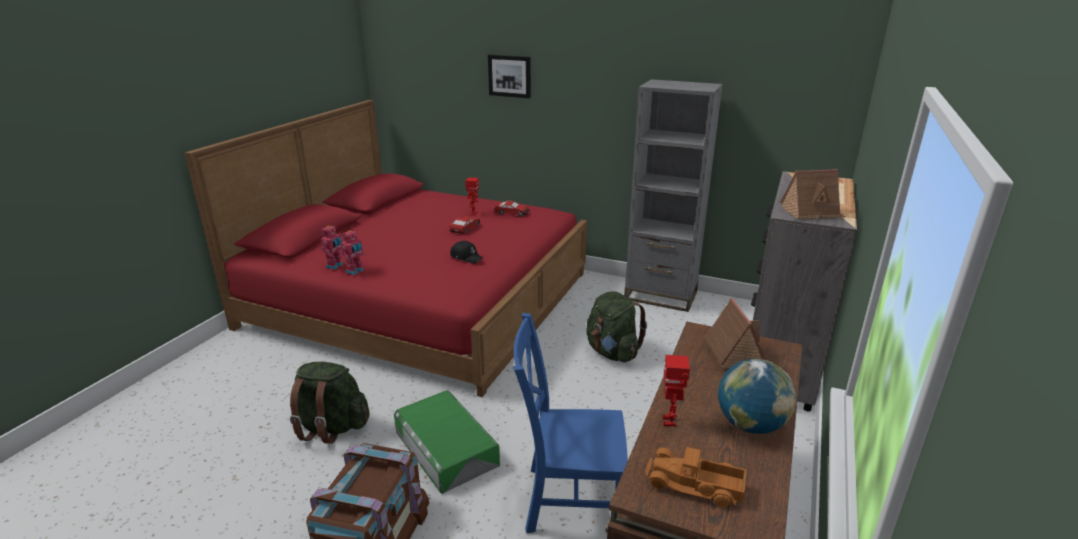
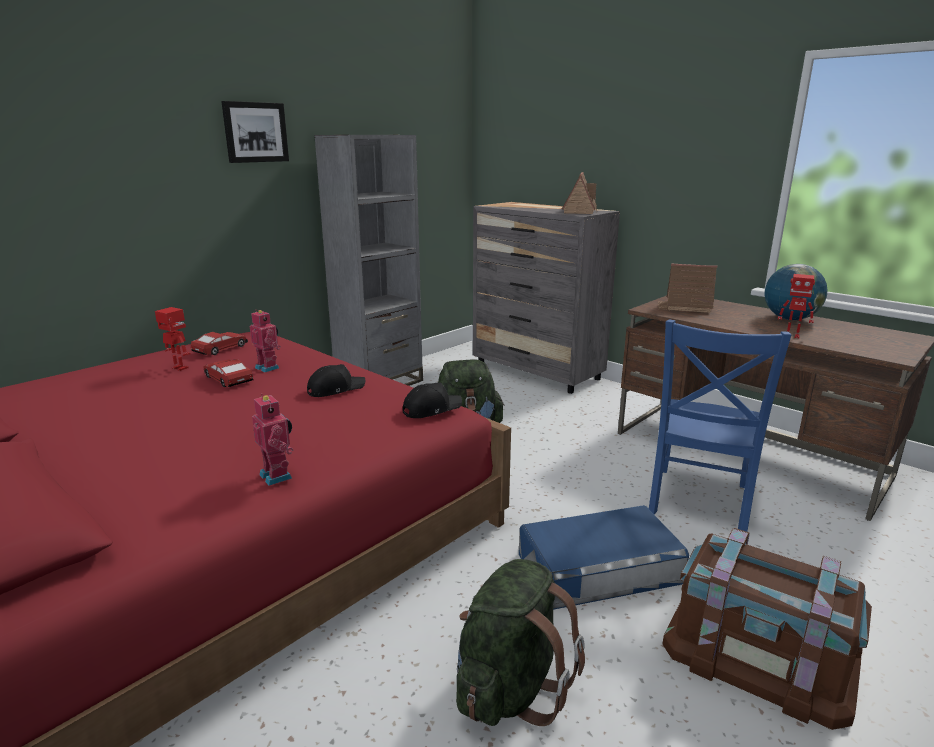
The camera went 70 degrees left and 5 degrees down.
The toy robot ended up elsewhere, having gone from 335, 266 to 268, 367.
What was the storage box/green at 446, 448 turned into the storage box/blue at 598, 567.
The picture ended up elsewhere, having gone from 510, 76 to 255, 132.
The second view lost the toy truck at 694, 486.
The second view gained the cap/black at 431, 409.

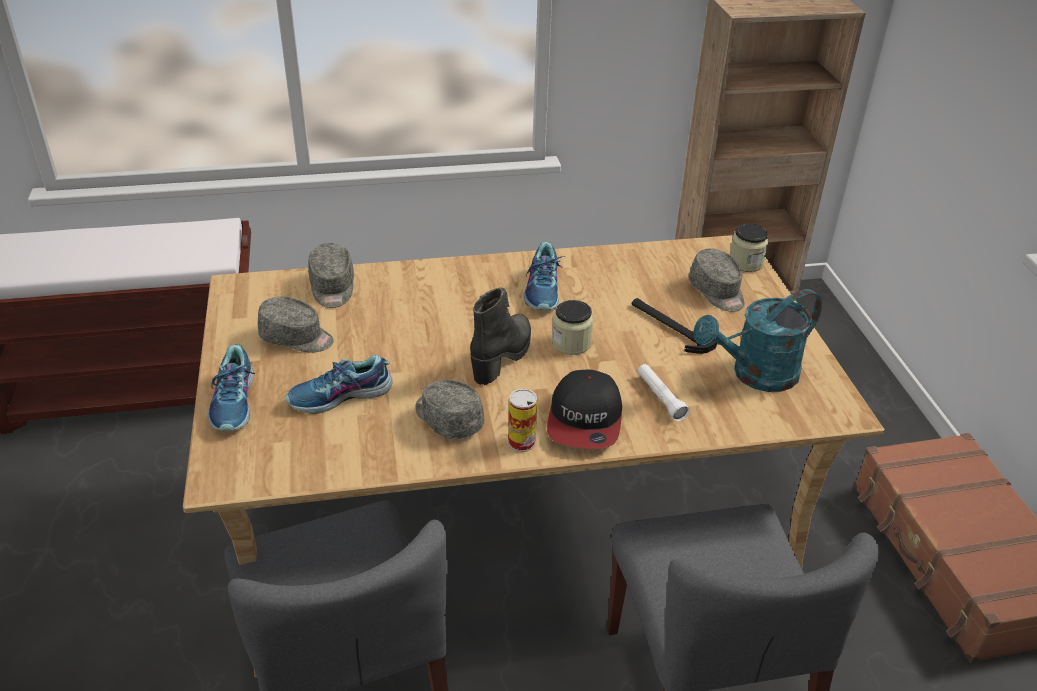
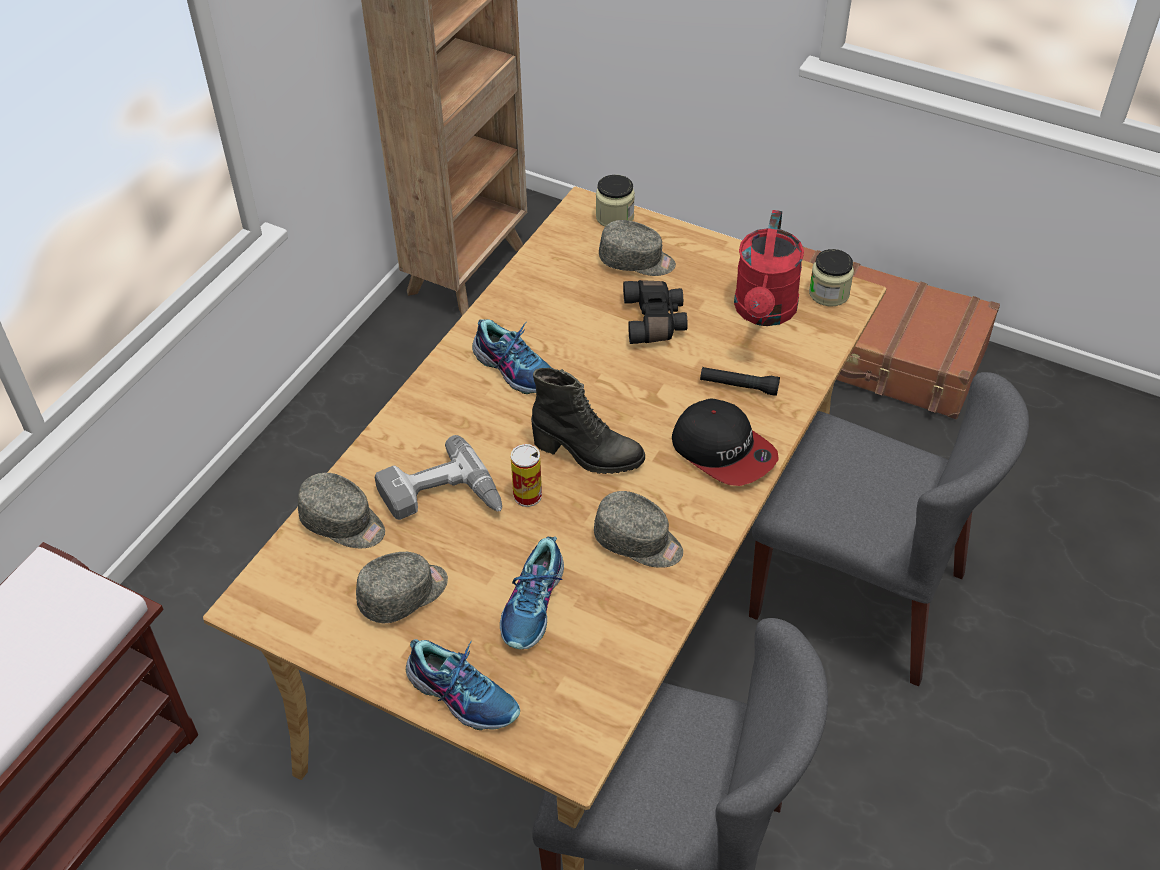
The camera went 50 degrees left and 10 degrees up.
The cap/grey at 447, 419 ended up facing another way, 150 degrees counterclockwise from before.
The boot/black at 503, 356 ended up facing another way, 135 degrees clockwise from before.
The can ended up elsewhere, having gone from 521, 442 to 527, 495.
The jar ended up elsewhere, having gone from 571, 343 to 829, 293.
Where the hammer stood at 671, 327, the binoculars/black came to stand at 655, 321.
What was the flashlight/white at 660, 397 turned into the flashlight/black at 738, 386.
What was the watering can/turquoise at 755, 375 turned into the watering can/red at 764, 313.
The second view gained the power drill at 441, 499.

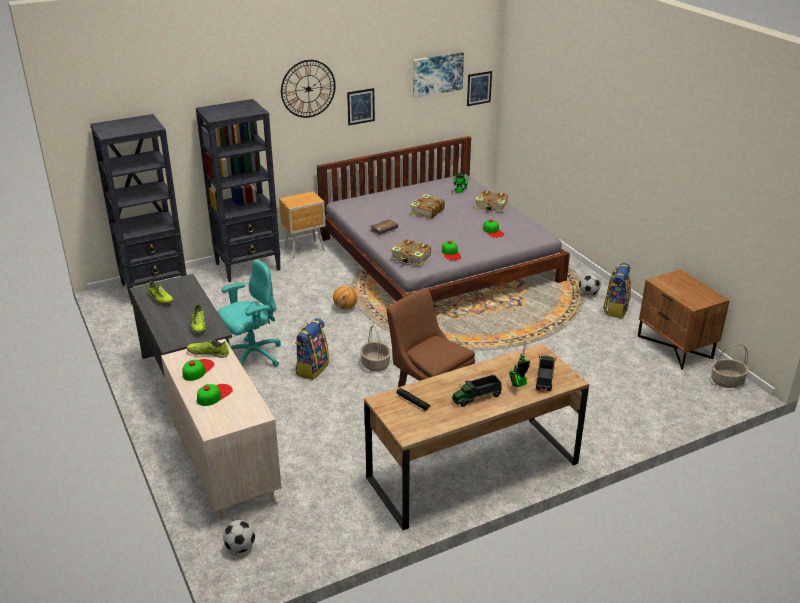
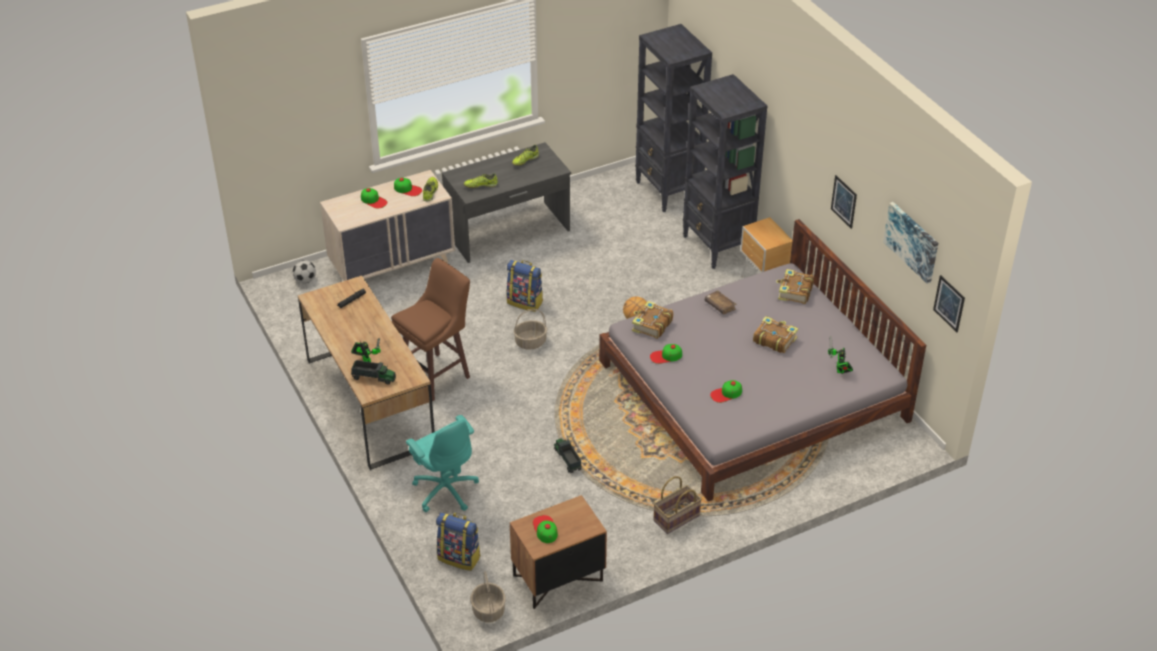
The camera went 90 degrees right and 10 degrees up.
The office chair/turquoise ended up elsewhere, having gone from 252, 356 to 445, 490.
The second view lost the wall clock at 308, 89.
The toy truck ended up elsewhere, having gone from 476, 397 to 567, 459.
The book ended up elsewhere, having gone from 491, 206 to 794, 292.
Where the football stood at 588, 294, the basket came to stand at 676, 518.
The backpack ended up elsewhere, having gone from 615, 309 to 460, 557.
The second view gained the cap at 545, 529.

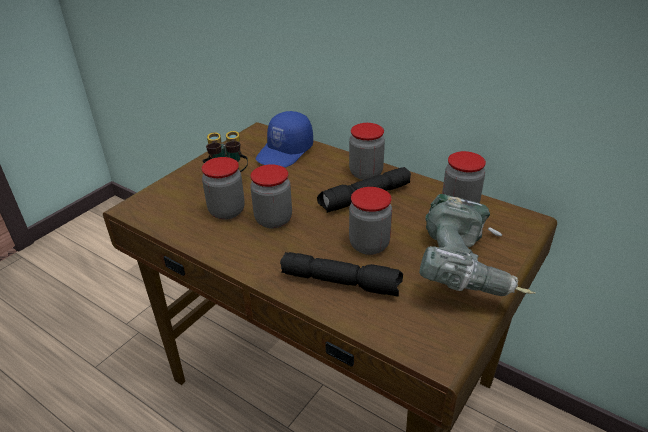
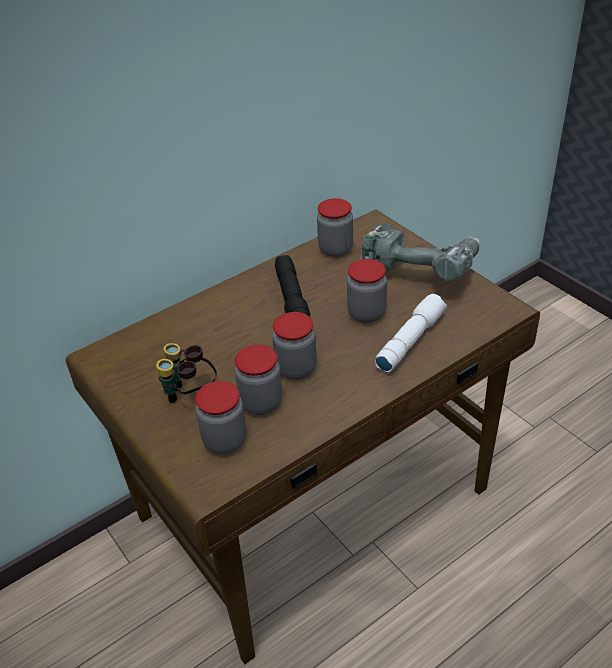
The camera went 70 degrees left and 5 degrees up.
The second view lost the cap/blue at 285, 152.
What was the flashlight/black at 342, 282 turned into the flashlight/white at 410, 340.
The jar ended up elsewhere, having gone from 366, 173 to 225, 441.

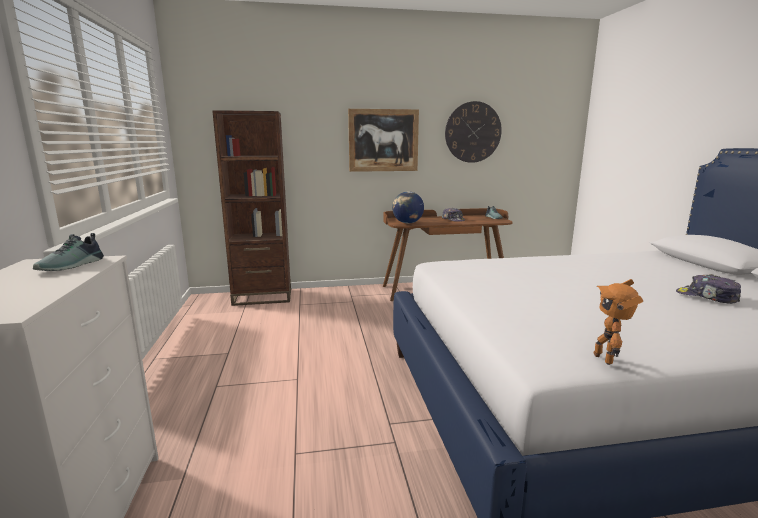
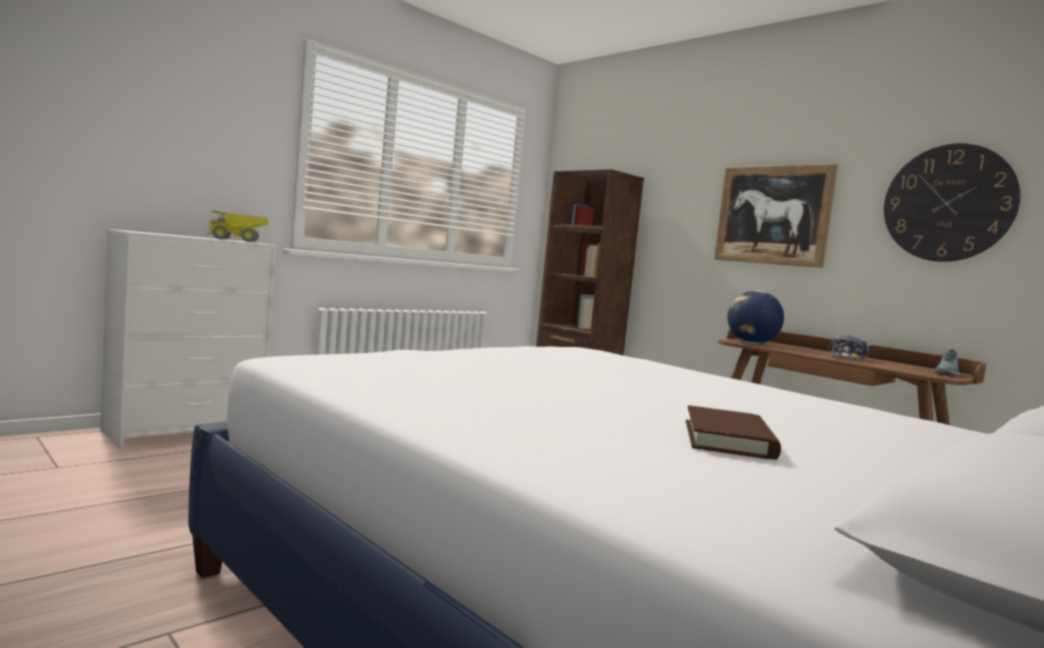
The camera went 55 degrees right and 10 degrees down.
Where the shoe stood at 73, 265, the toy truck came to stand at 239, 240.
The second view lost the toy robot at 606, 359.
Where the cap stood at 706, 297, the book/brown came to stand at 728, 439.

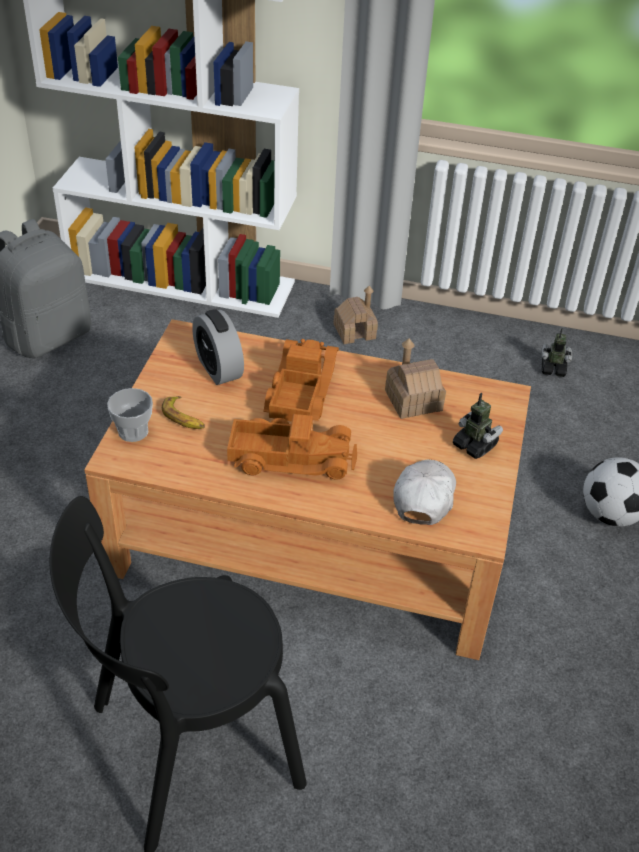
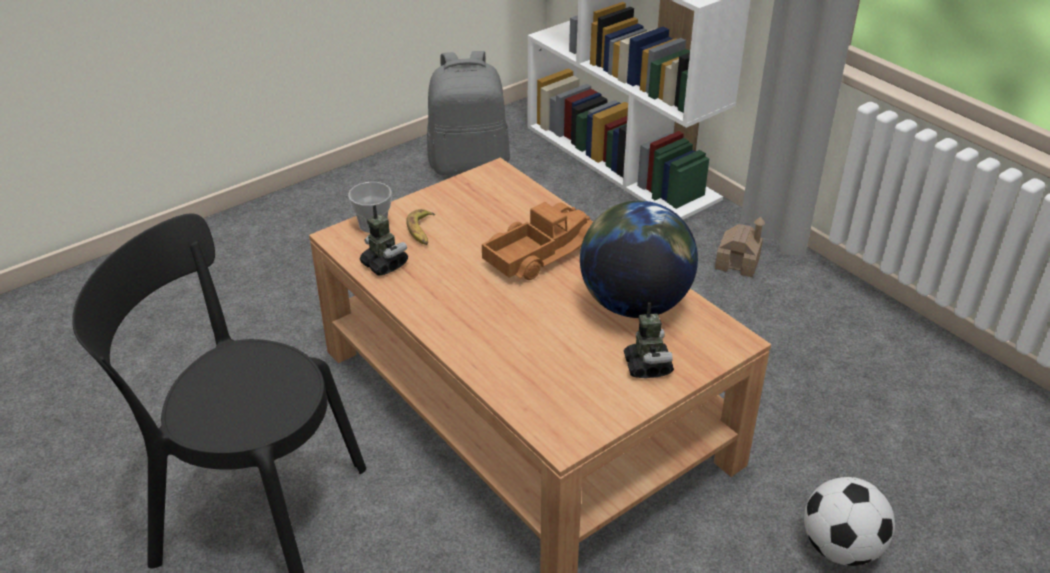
The camera went 40 degrees right and 5 degrees down.
The second view lost the alarm clock at 218, 368.
The second view lost the toy truck at 291, 457.
Where the toy house stood at 413, 400, the globe came to stand at 634, 303.
The second view lost the cap/white at 424, 497.
The toy robot ended up elsewhere, having gone from 553, 369 to 384, 264.

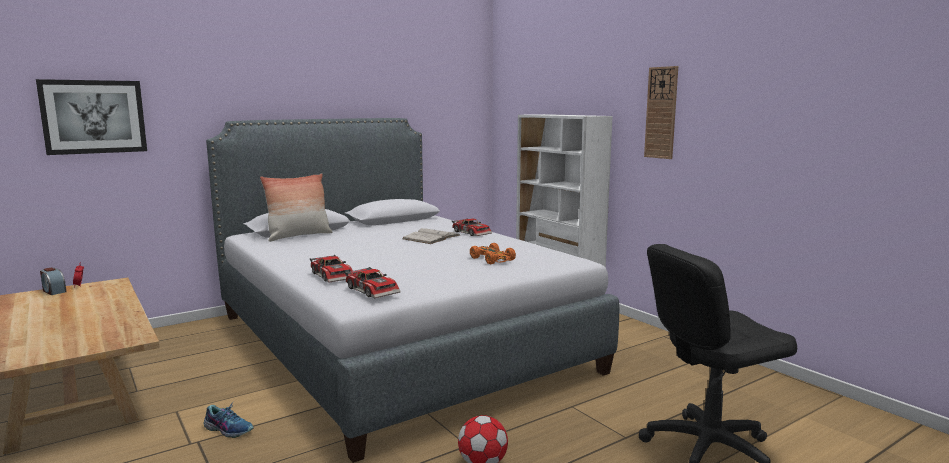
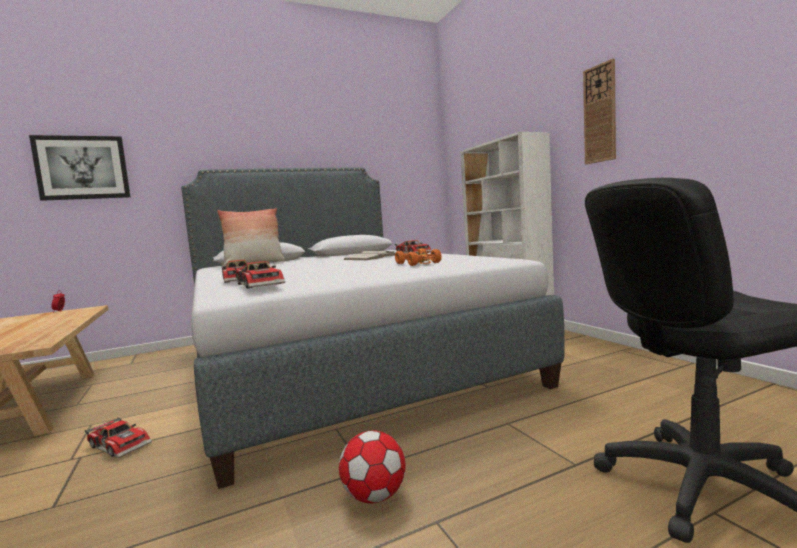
The camera went 10 degrees right and 5 degrees down.
The second view lost the alarm clock at 54, 291.
Where the shoe stood at 229, 429, the toy car came to stand at 121, 444.

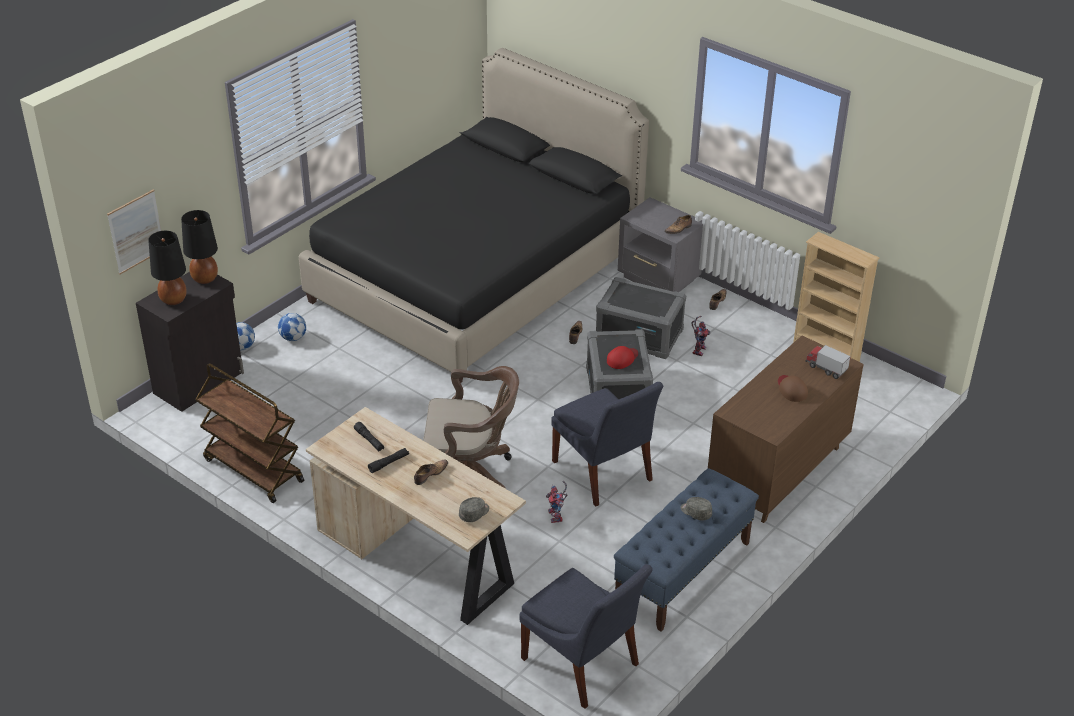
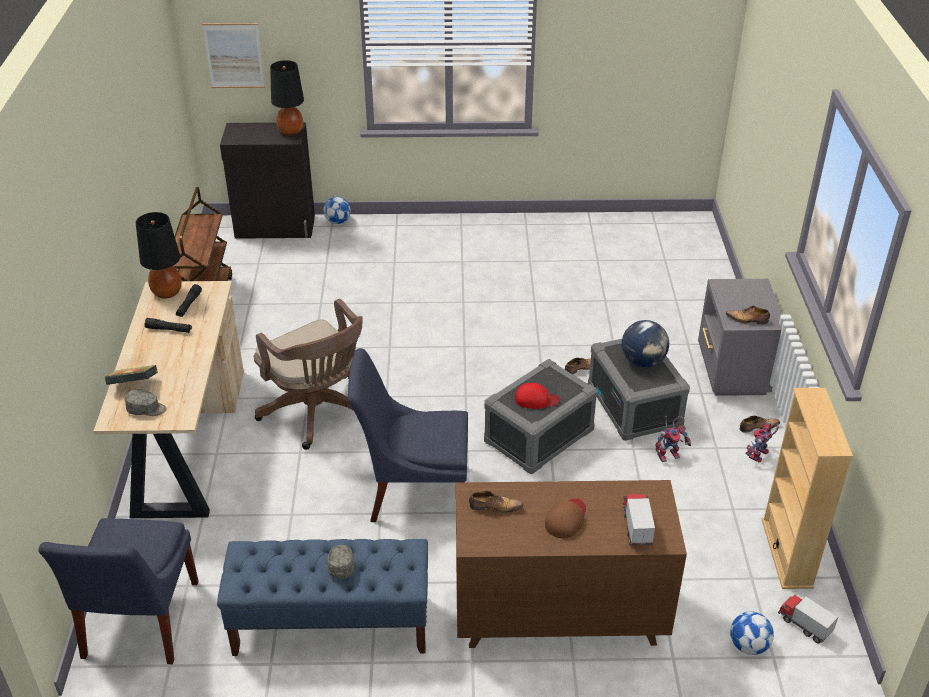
The camera went 50 degrees right and 0 degrees up.
The table lamp/black ended up elsewhere, having gone from 173, 299 to 167, 292.
The football ended up elsewhere, having gone from 293, 338 to 748, 645.
The second view lost the bed/black at 476, 276.
The shoe ended up elsewhere, having gone from 430, 474 to 494, 507.
The toy robot ended up elsewhere, having gone from 557, 517 to 759, 457.
The chair/blue at 603, 473 ended up facing another way, 75 degrees clockwise from before.
The second view gained the book at 134, 385.
The second view gained the globe at 643, 362.
The second view gained the toy truck at 804, 625.

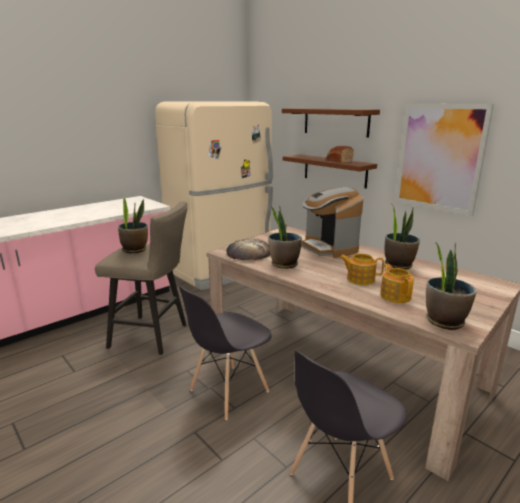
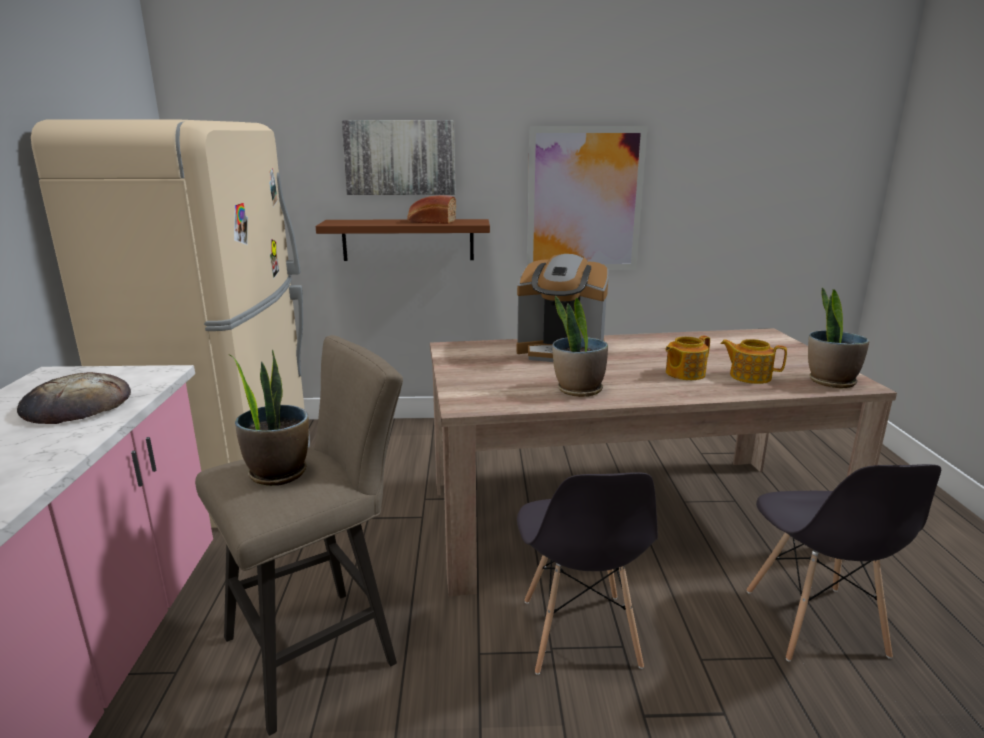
The camera went 50 degrees left and 0 degrees up.
The bread ended up elsewhere, having gone from 248, 253 to 76, 405.
Where the shelf/brown hung at 335, 122, the picture came to hang at 400, 158.
The second view lost the potted plant at 398, 265.

